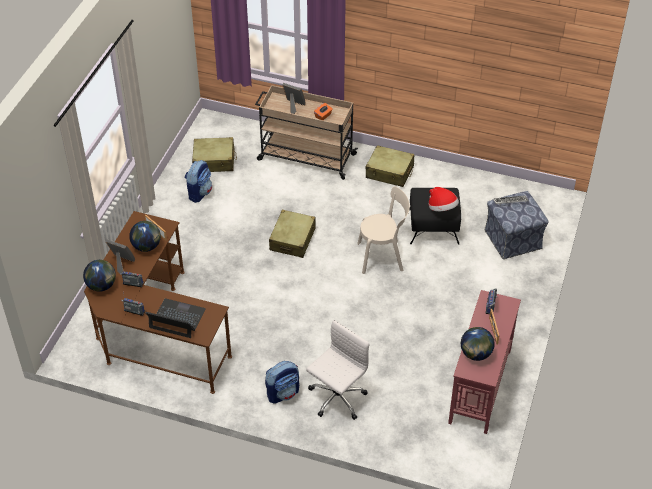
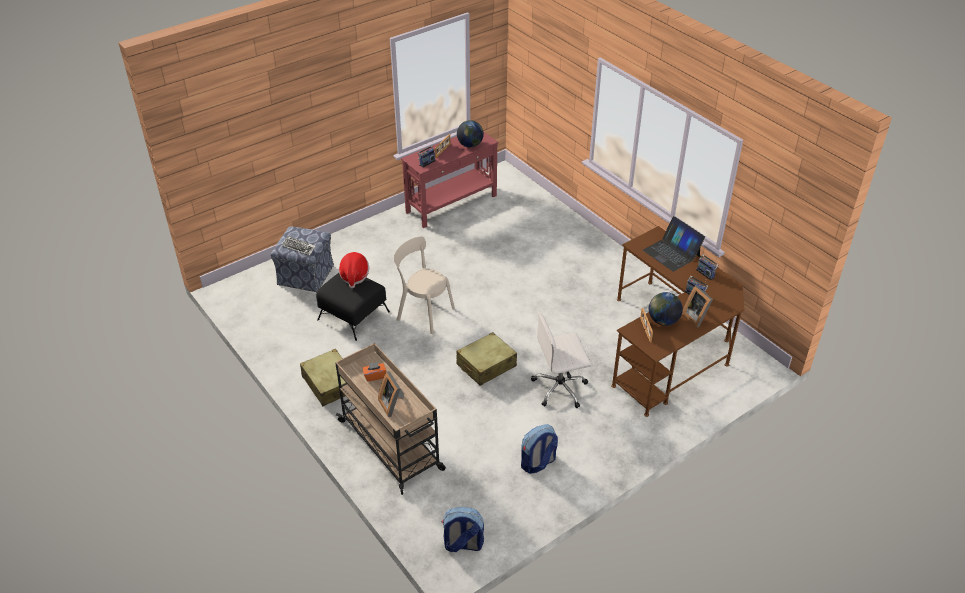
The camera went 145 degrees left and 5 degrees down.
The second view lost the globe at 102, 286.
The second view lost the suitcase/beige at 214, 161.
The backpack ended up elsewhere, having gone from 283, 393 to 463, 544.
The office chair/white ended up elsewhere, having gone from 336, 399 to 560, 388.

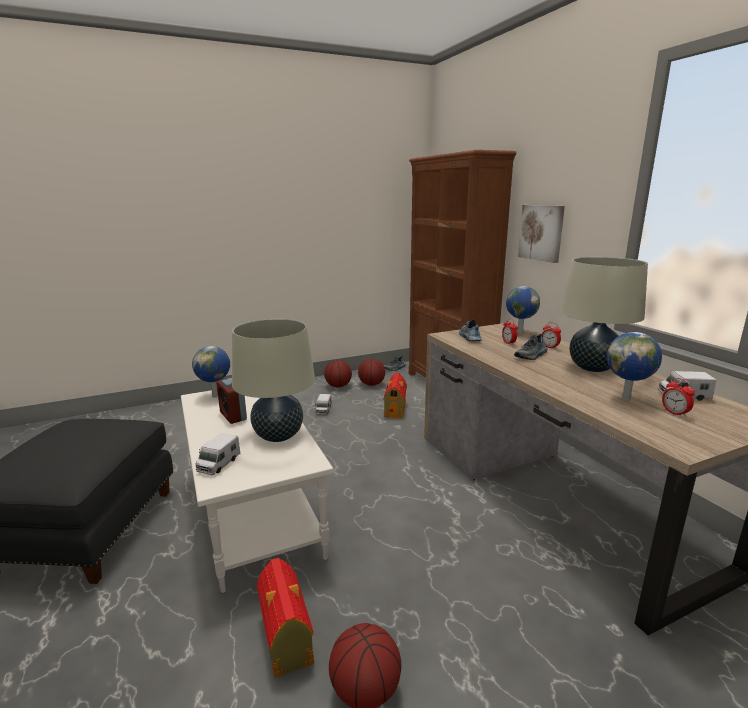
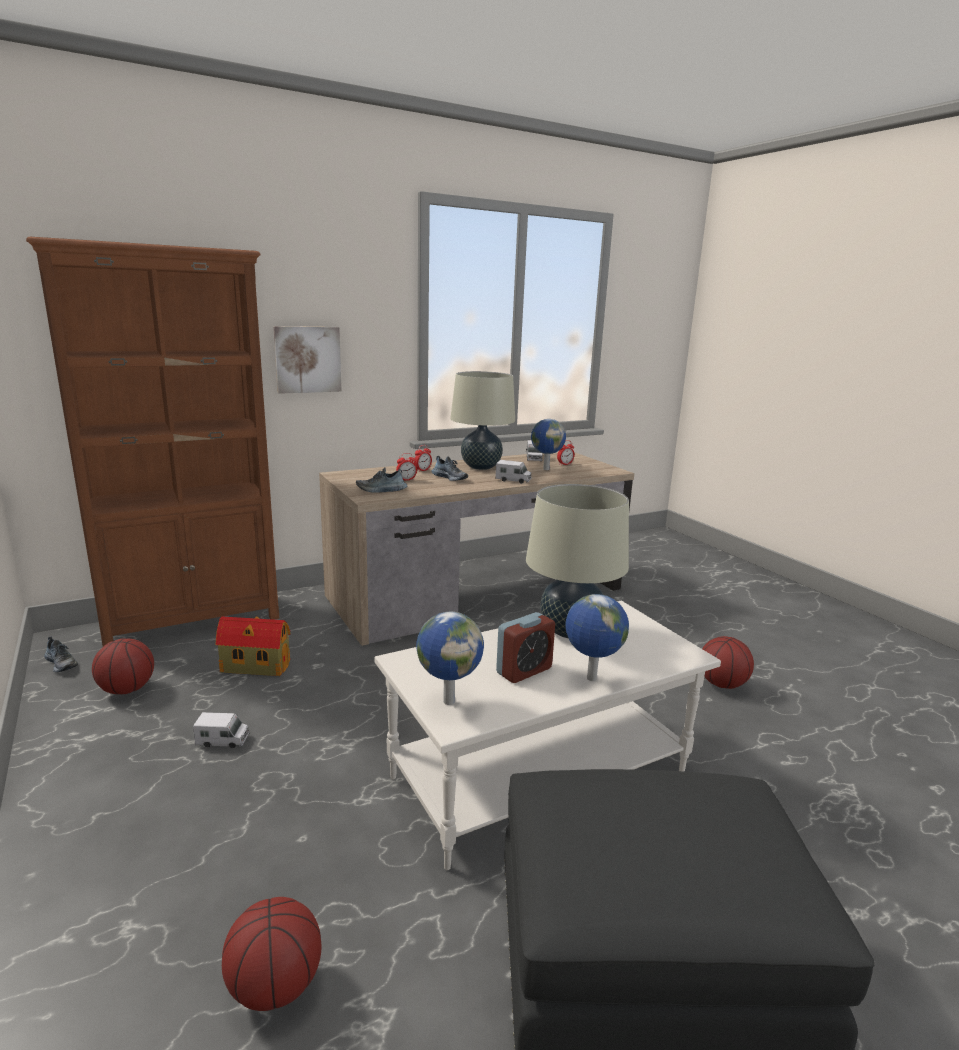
The camera went 95 degrees left and 0 degrees up.
The toy truck ended up elsewhere, having gone from 218, 464 to 513, 480.
The second view lost the toy house at 286, 639.
The basketball ended up elsewhere, having gone from 338, 386 to 276, 985.
The globe ended up elsewhere, having gone from 519, 332 to 590, 679.

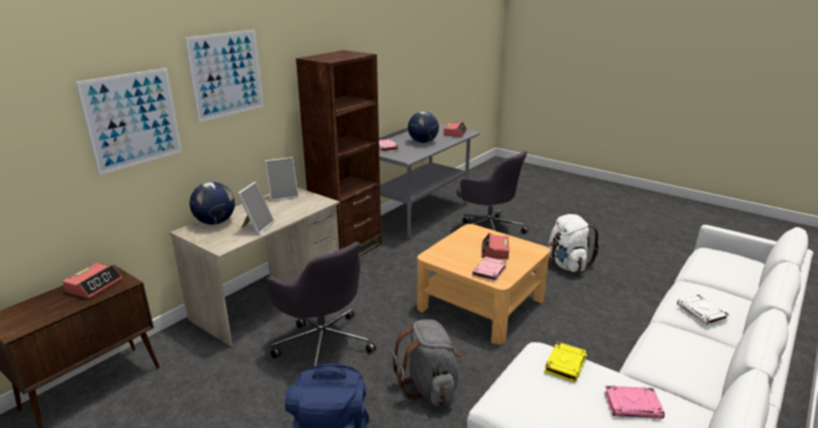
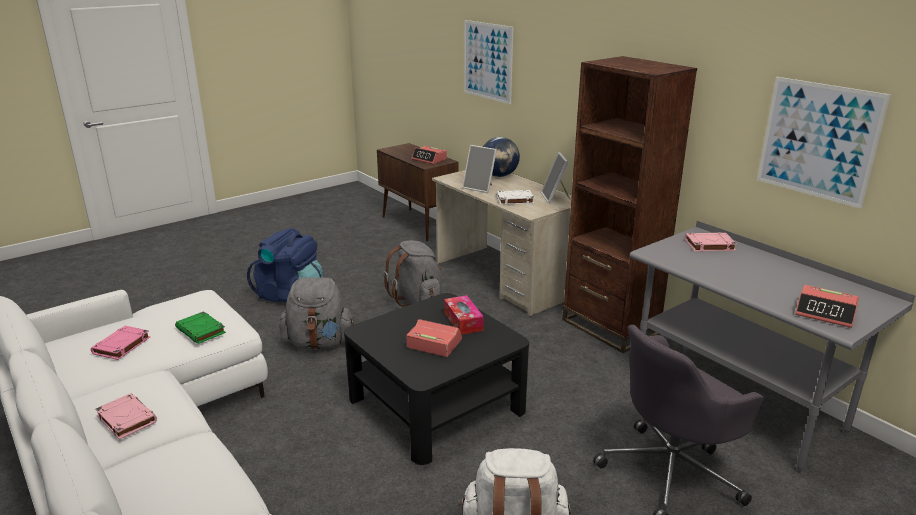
The camera went 105 degrees right and 0 degrees up.
The picture ended up elsewhere, having gone from 226, 74 to 818, 140.
Where the office chair/grey stood at 323, 343, the backpack/grey came to stand at 417, 300.
The second view lost the globe at 423, 142.
What was the coffee table/beige at 481, 304 turned into the coffee table/black at 435, 404.
The book/pink ended up elsewhere, having gone from 489, 272 to 126, 419.
What was the book/yellow at 565, 364 turned into the book/green at 201, 331.
The book/white ended up elsewhere, having gone from 702, 313 to 514, 200.
The second view gained the tissue box at 463, 321.

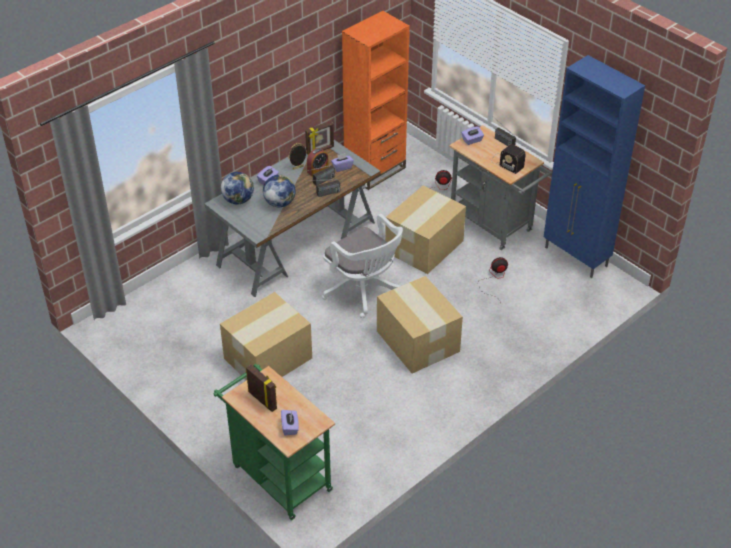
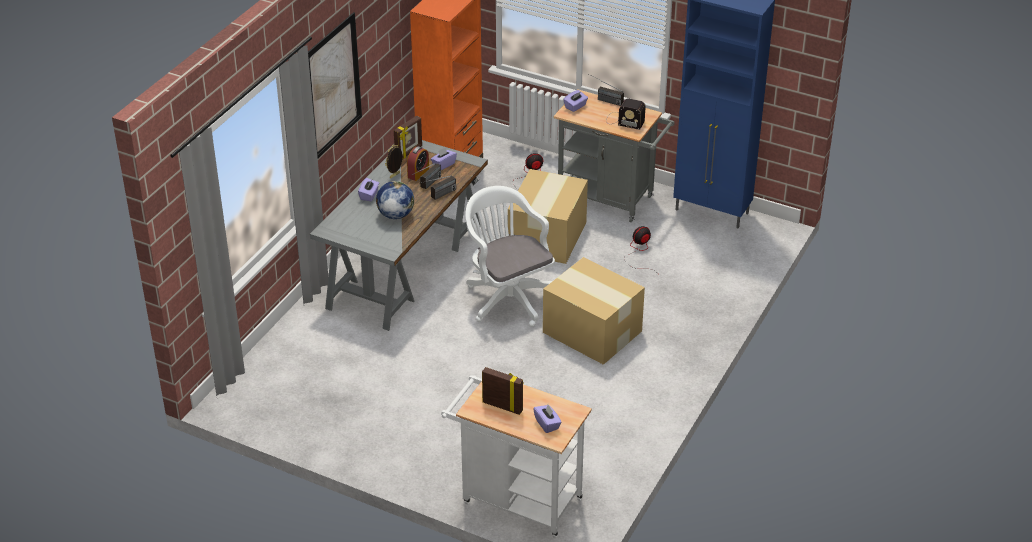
The camera went 20 degrees left and 5 degrees down.
What was the cart/green at 277, 475 turned into the cart/white at 515, 499.
The second view lost the cardboard box at 266, 358.
The second view lost the globe at 238, 200.
The office chair/white at 364, 292 ended up facing another way, 150 degrees counterclockwise from before.
The second view gained the picture at 333, 87.

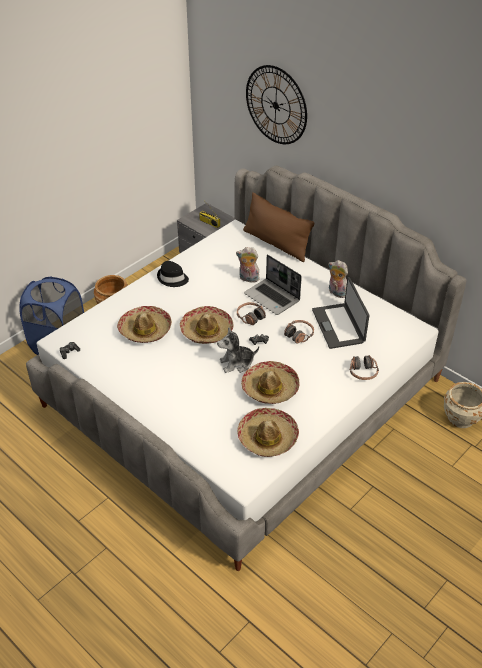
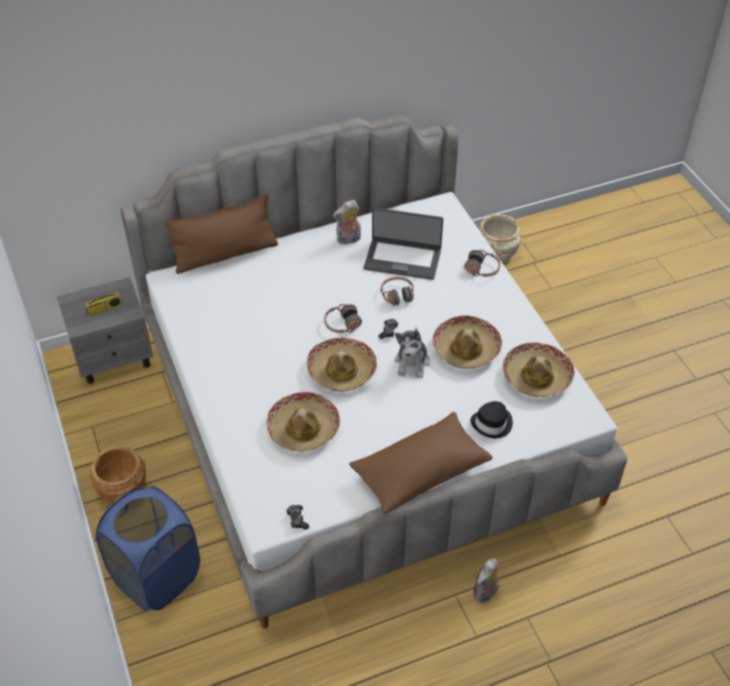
The camera went 65 degrees left and 5 degrees up.
The hat/black ended up elsewhere, having gone from 172, 279 to 492, 424.
The plush toy ended up elsewhere, having gone from 248, 279 to 485, 594.
The second view lost the laptop at 272, 297.
The second view lost the wall clock at 276, 105.
The second view gained the pillow/brown at 420, 472.

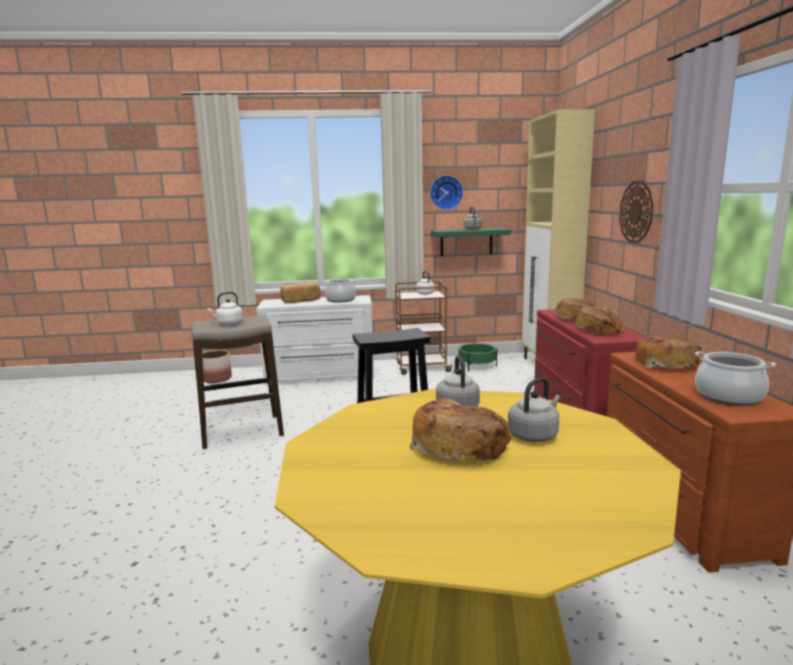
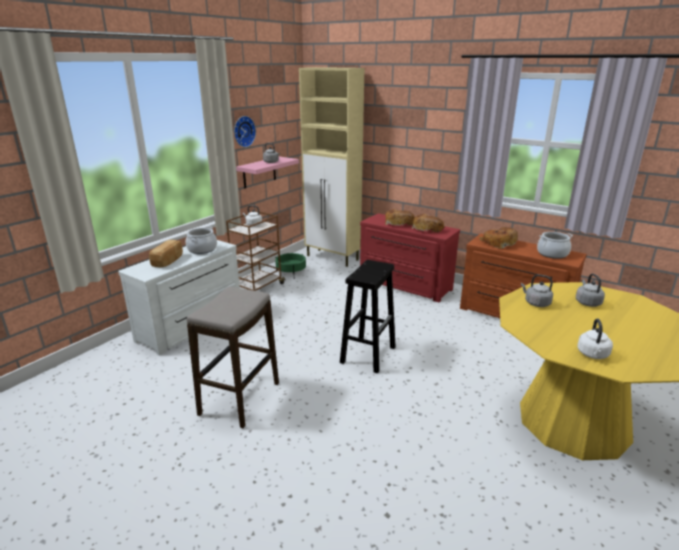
The camera went 50 degrees left and 10 degrees up.
The second view lost the planter at 217, 379.
The kettle/white ended up elsewhere, having gone from 228, 323 to 592, 355.
The second view lost the bread at 458, 445.
What was the shelf/green at 466, 242 turned into the shelf/pink at 259, 172.
The second view lost the wall clock at 636, 212.

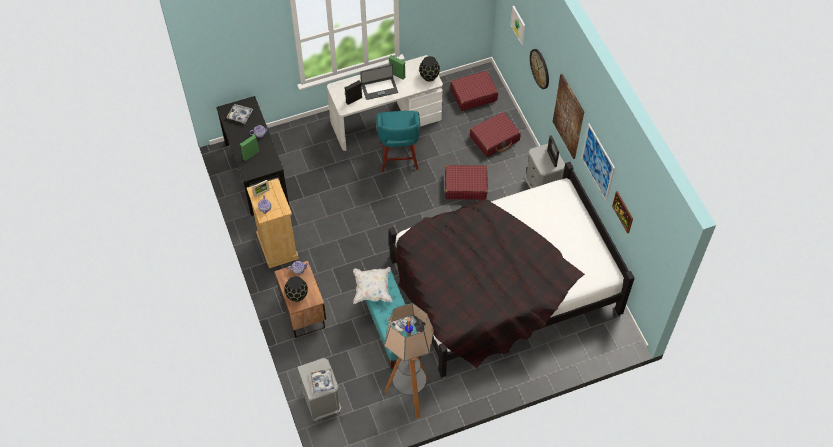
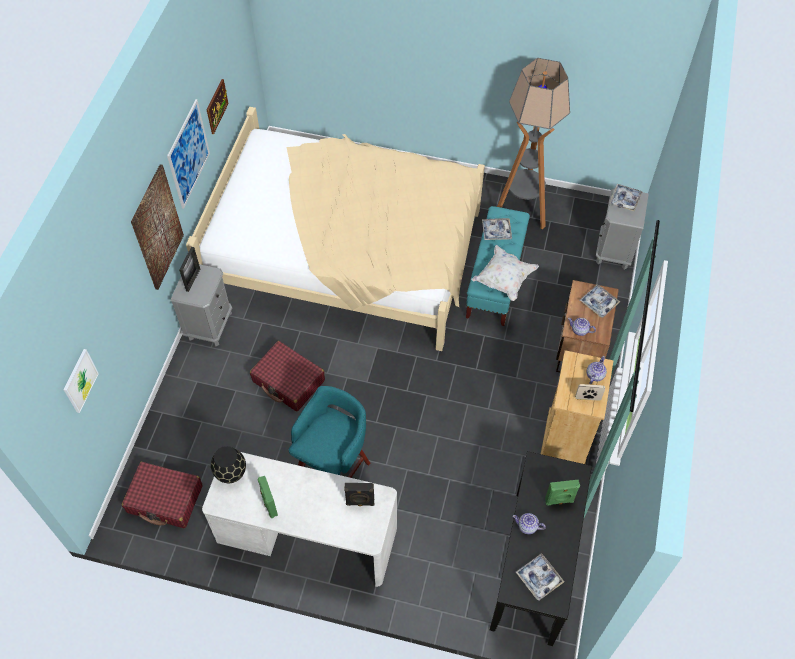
The camera went 145 degrees left and 0 degrees up.
Where the vase/black stood at 297, 295, the tray came to stand at 599, 303.
The second view lost the laptop at 379, 88.
What was the bed/black at 503, 286 turned into the bed/beige at 347, 252.
The second view lost the suitcase/red at 494, 139.
The second view lost the wall clock at 540, 68.

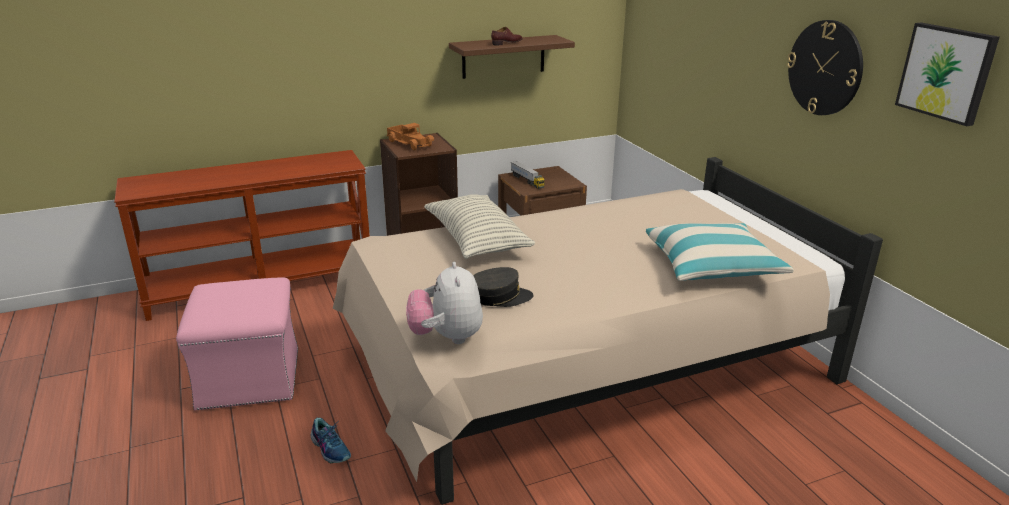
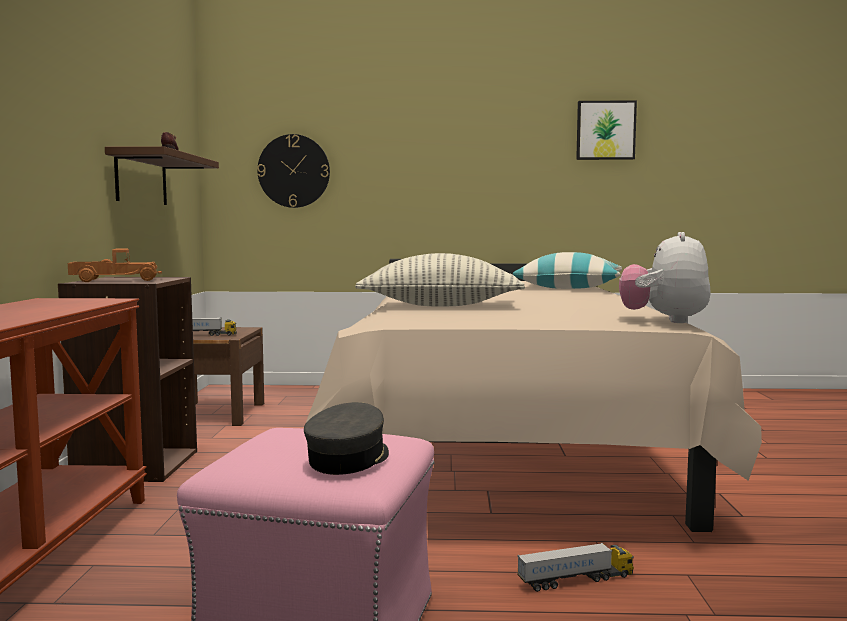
The camera went 65 degrees left and 20 degrees down.
Where the shoe stood at 331, 448, the toy truck came to stand at 576, 580.
The plush toy at 446, 337 ended up facing another way, 90 degrees clockwise from before.
The cap/grey ended up elsewhere, having gone from 500, 297 to 348, 459.
The wall clock ended up elsewhere, having gone from 825, 68 to 294, 171.

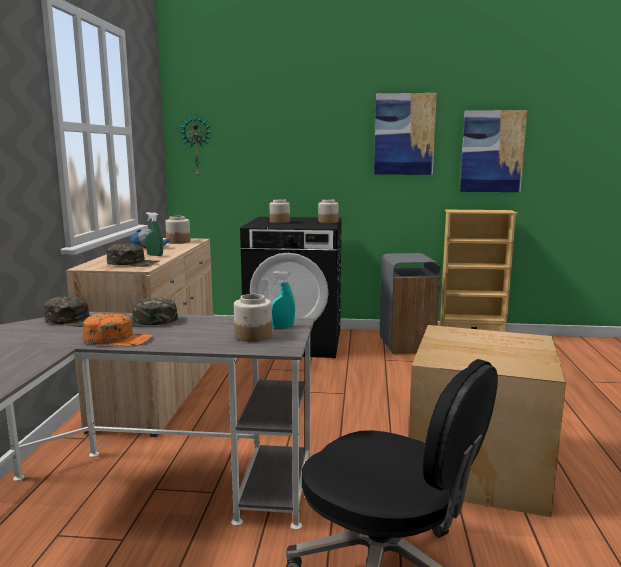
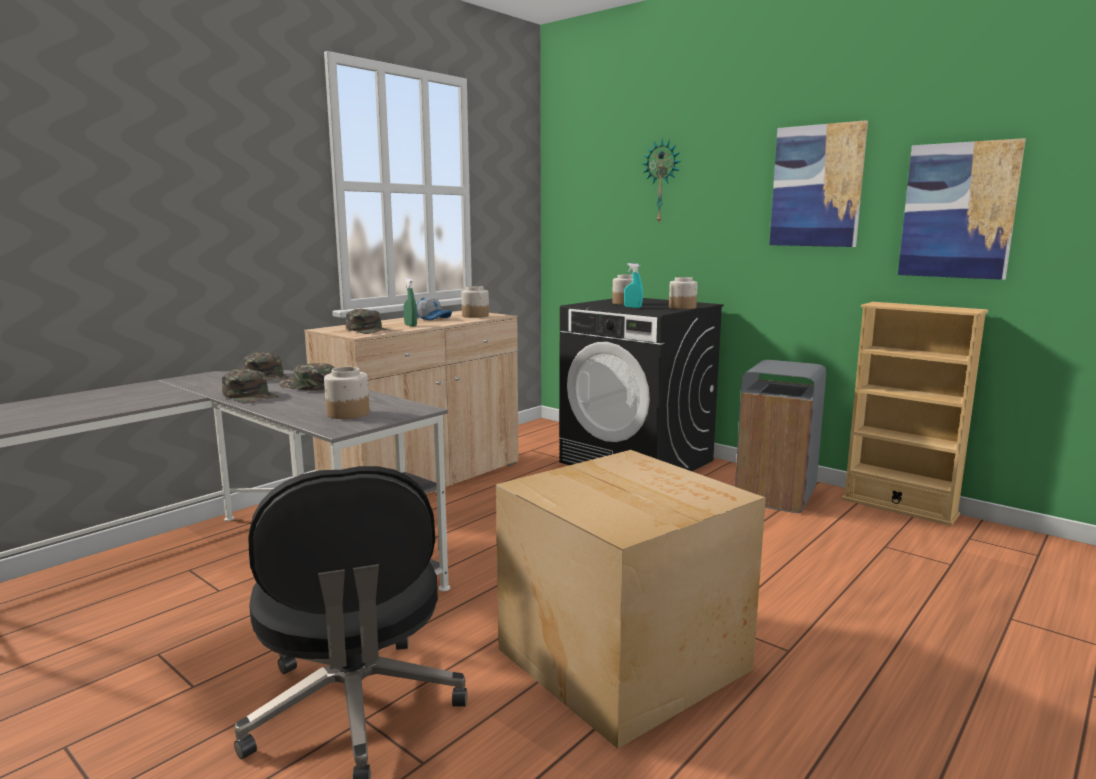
The camera went 35 degrees right and 0 degrees up.
What was the cap/orange at 118, 339 turned into the cap/green at 251, 396.
The wall clock ended up elsewhere, having gone from 197, 146 to 662, 181.
The spray bottle/turquoise ended up elsewhere, having gone from 282, 326 to 632, 307.

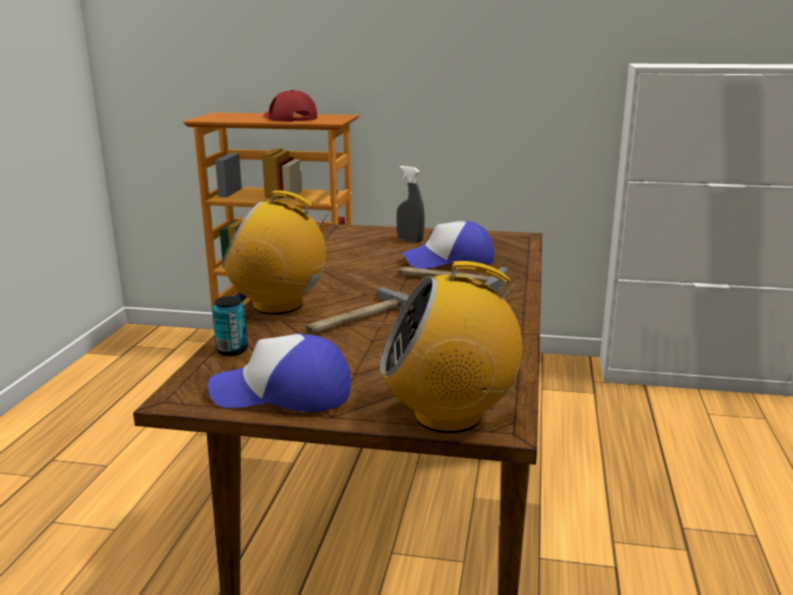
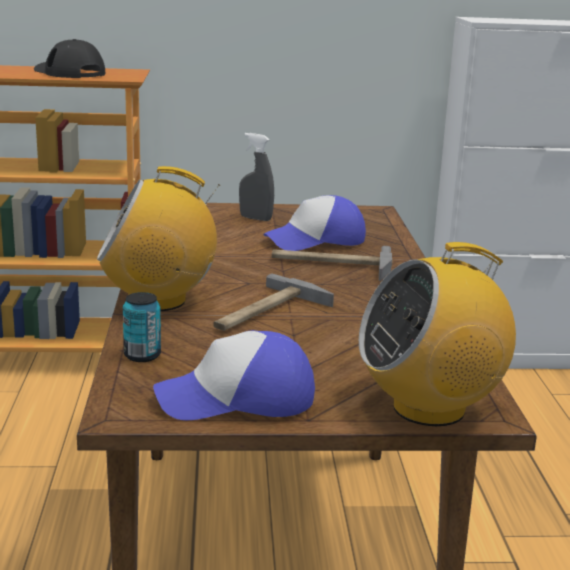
The camera went 15 degrees left and 0 degrees up.
What was the cap/red at 289, 117 turned into the cap/black at 69, 72.

